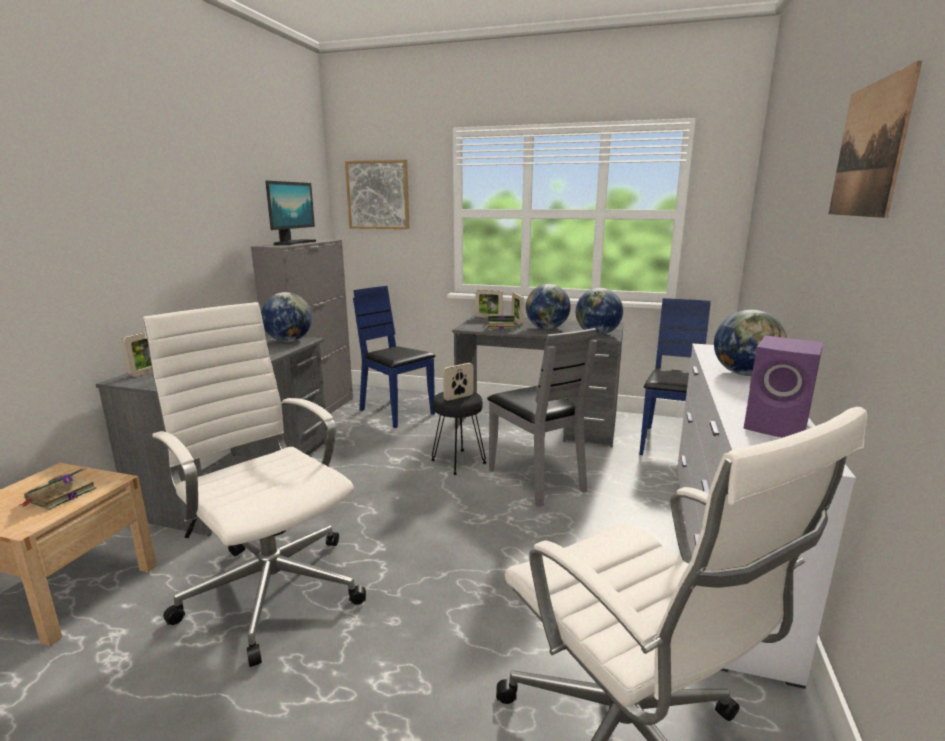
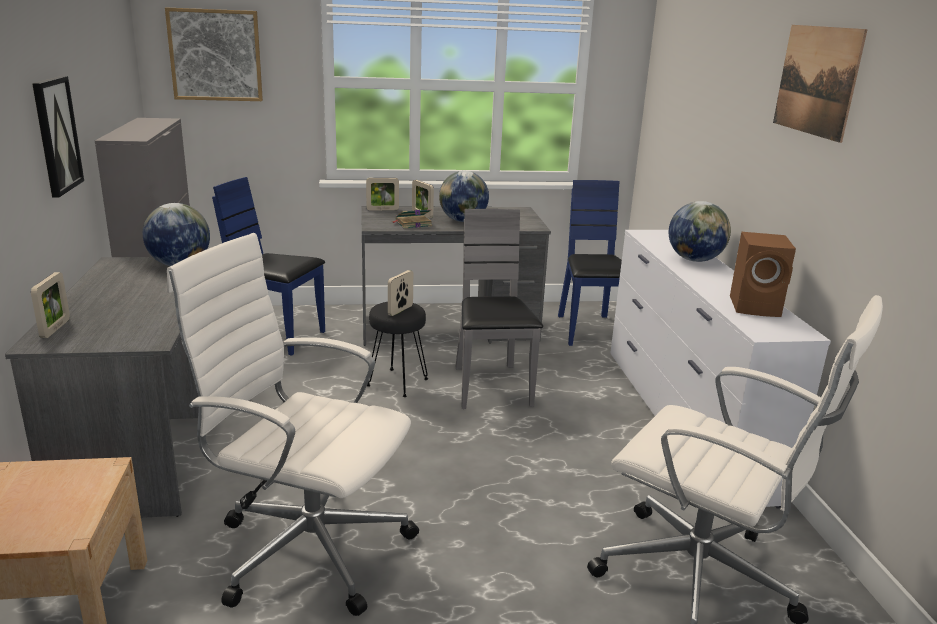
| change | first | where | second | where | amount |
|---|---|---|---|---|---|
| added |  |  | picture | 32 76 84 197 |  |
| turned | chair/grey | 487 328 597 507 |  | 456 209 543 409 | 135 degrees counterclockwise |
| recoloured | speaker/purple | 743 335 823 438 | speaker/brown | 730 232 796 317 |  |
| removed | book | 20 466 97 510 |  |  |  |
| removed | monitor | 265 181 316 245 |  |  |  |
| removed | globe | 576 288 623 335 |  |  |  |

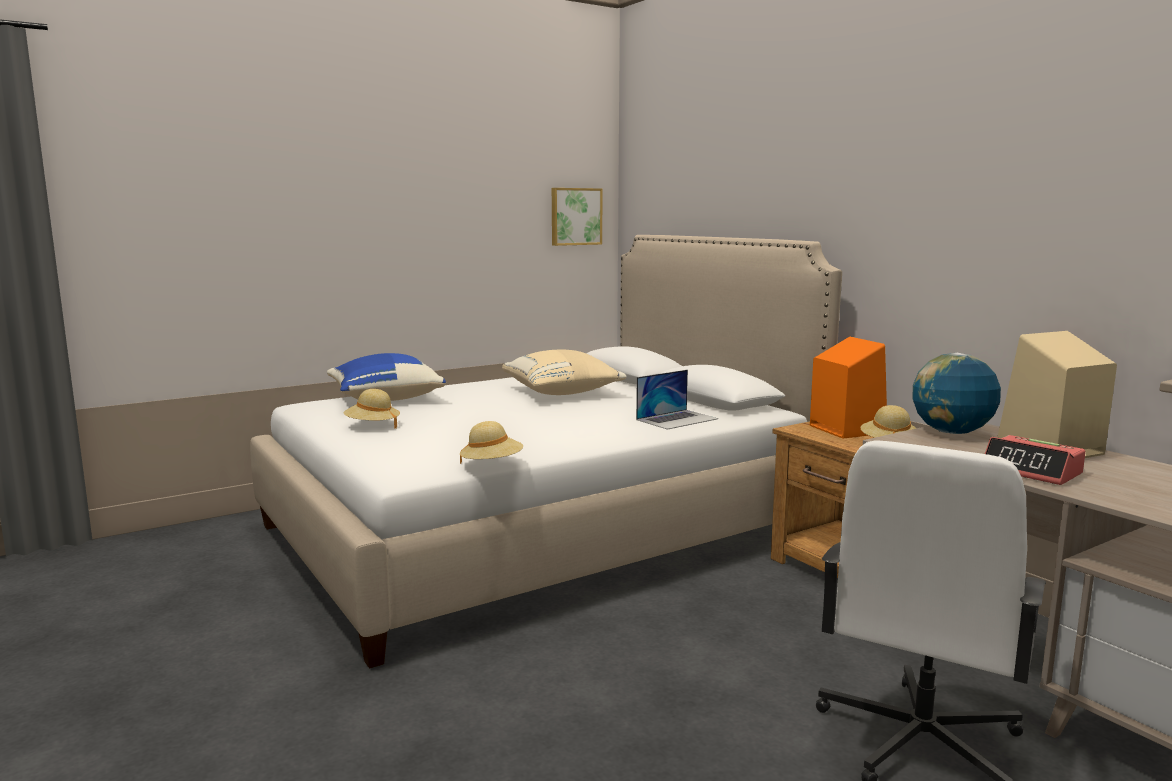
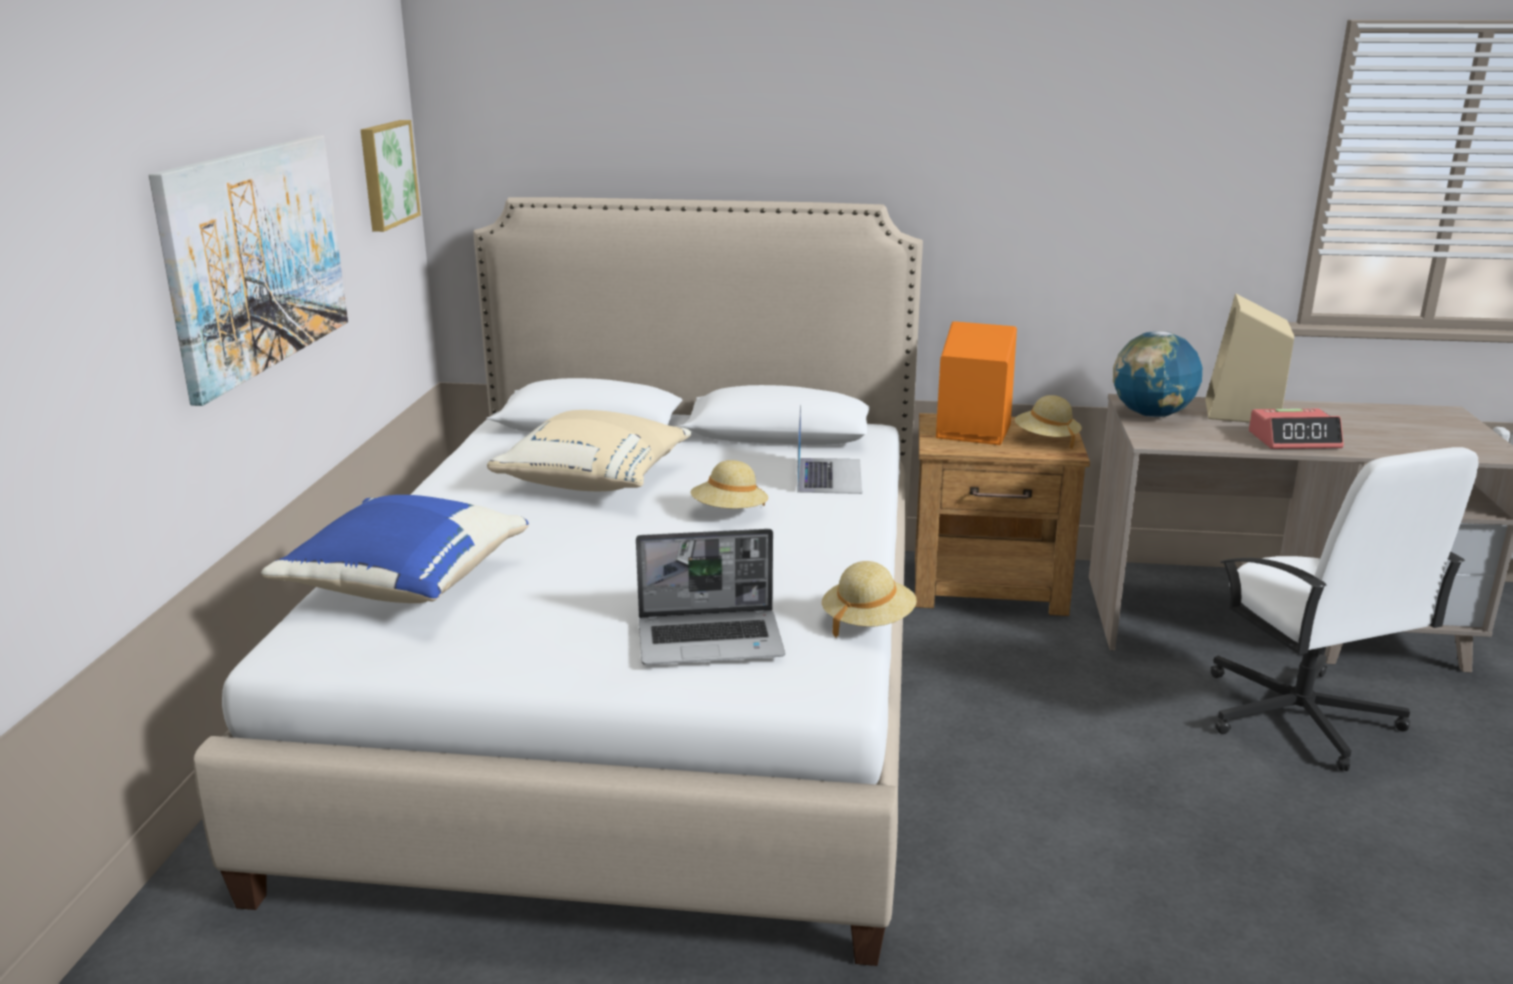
| change | first | where | second | where | amount |
|---|---|---|---|---|---|
| added |  |  | picture | 149 135 348 406 |  |
| added |  |  | laptop | 636 529 785 665 |  |
| moved | hat/beige | 344 389 400 429 |  | 690 460 768 509 |  |

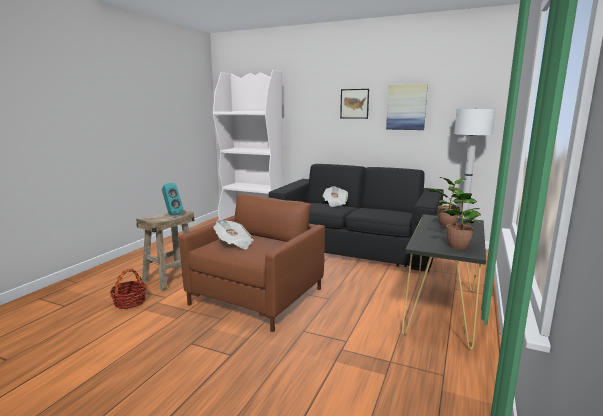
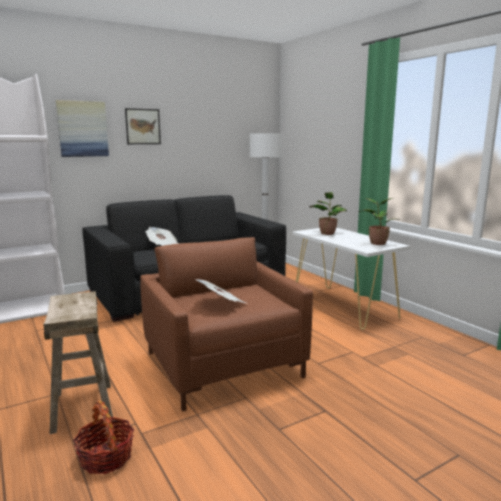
| change | first | where | second | where | amount |
|---|---|---|---|---|---|
| moved | picture | 386 84 428 130 |  | 56 100 109 157 |  |
| recoloured | console table/black | 402 214 486 350 | console table/white | 292 228 410 330 |  |
| removed | speaker/turquoise | 162 183 183 216 |  |  |  |

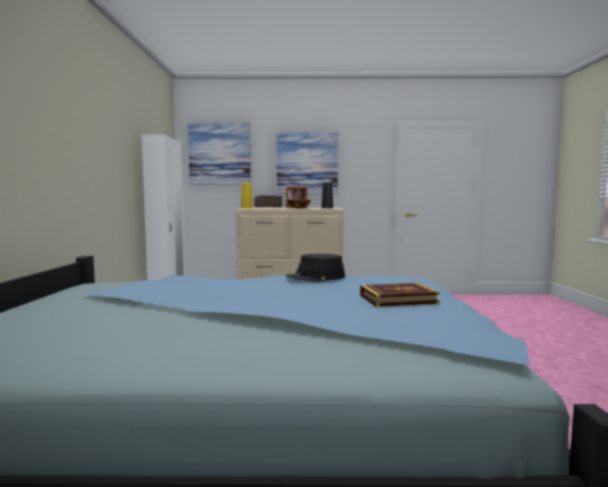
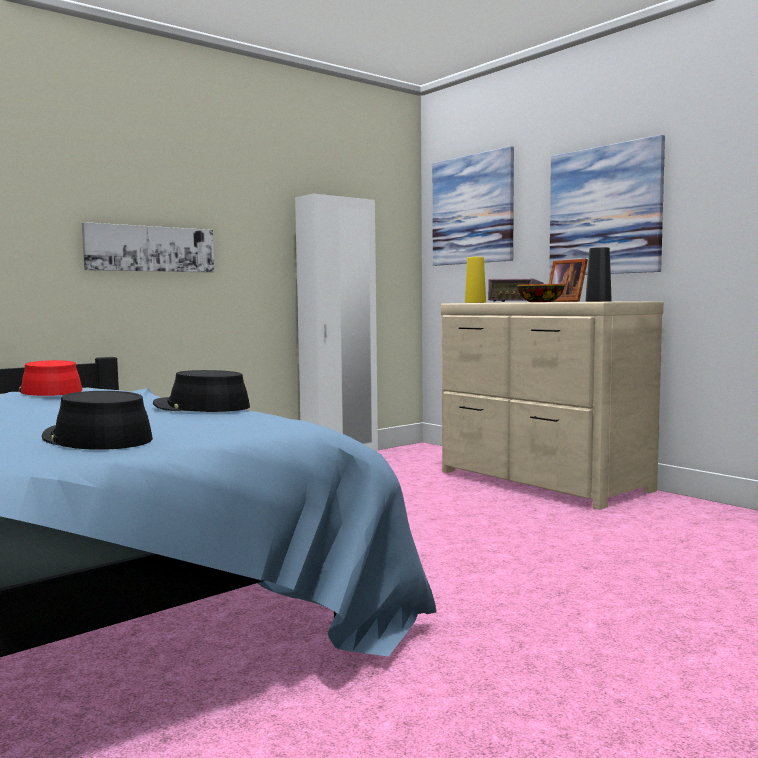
| change | first | where | second | where | amount |
|---|---|---|---|---|---|
| added |  |  | hat/red | 19 360 82 396 |  |
| replaced | book | 360 283 440 307 | hat/black | 42 391 153 450 |  |
| added |  |  | picture | 82 222 214 273 |  |

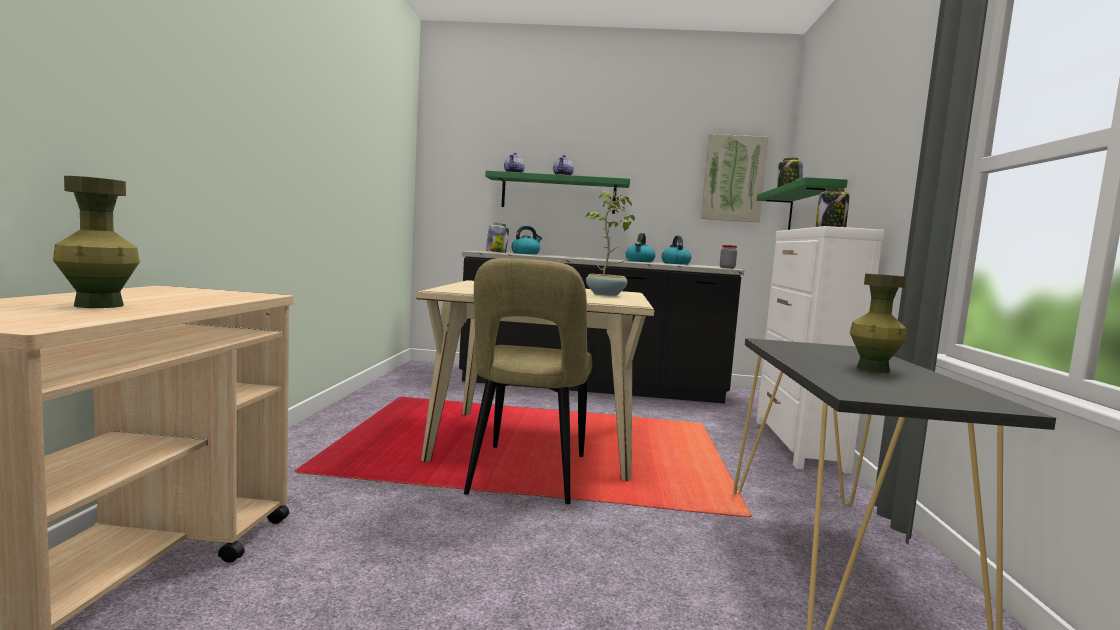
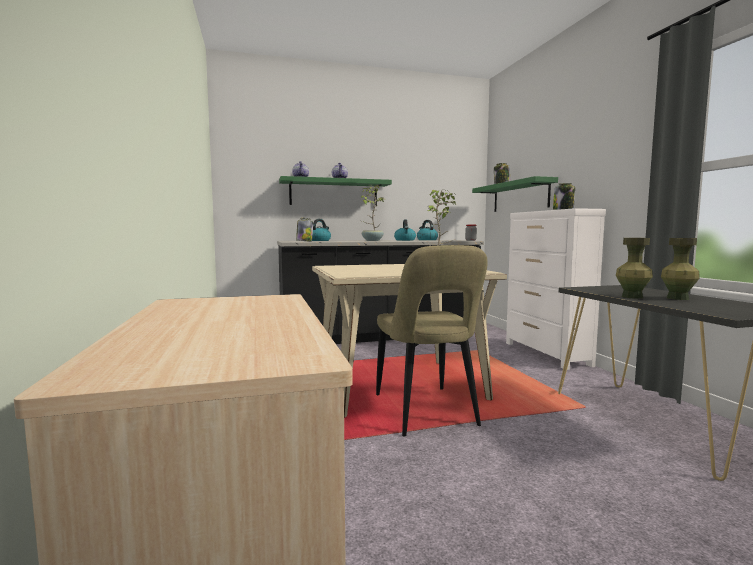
| change | first | where | second | where | amount |
|---|---|---|---|---|---|
| added |  |  | potted plant | 361 185 384 241 |  |
| moved | vase/green | 53 176 140 308 |  | 616 238 653 299 |  |
| removed | picture | 701 134 768 222 |  |  |  |

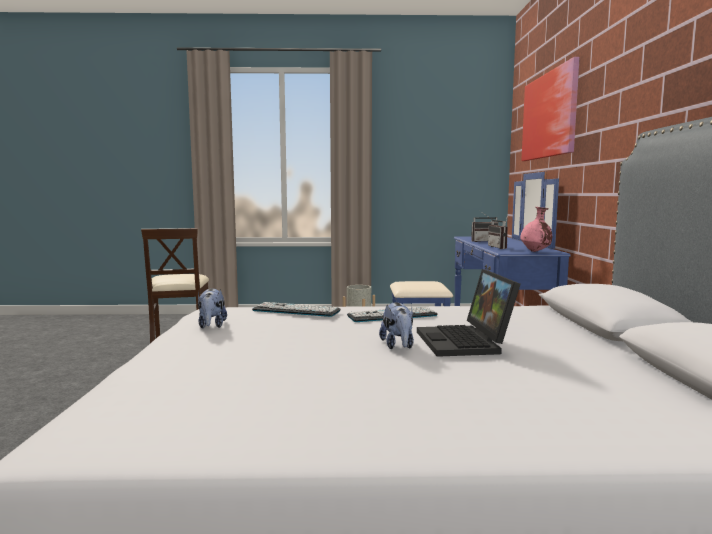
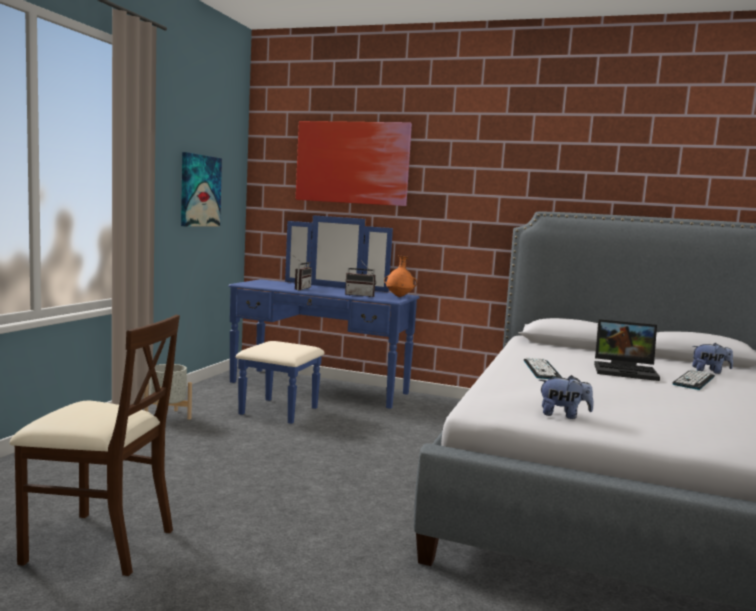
| change | first | where | second | where | amount |
|---|---|---|---|---|---|
| added |  |  | picture | 181 152 222 227 |  |
| recoloured | vase/pink | 520 207 552 252 | vase/orange | 384 256 417 297 |  |
| moved | keyboard | 252 302 341 317 |  | 672 370 715 390 |  |
| moved | plush toy | 379 302 414 349 |  | 692 343 733 374 |  |

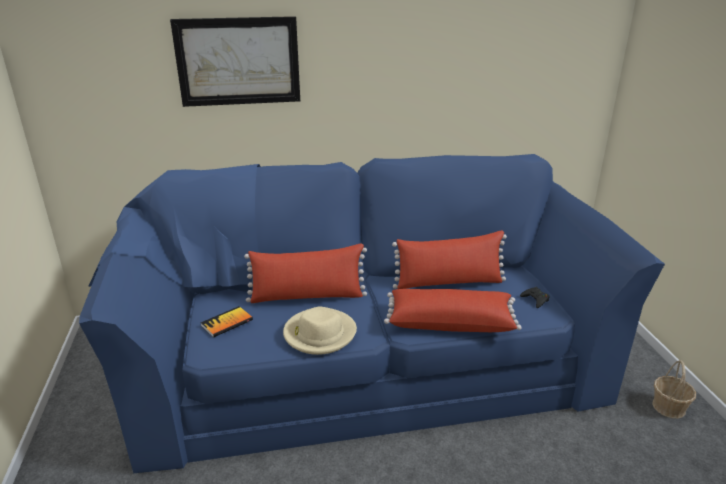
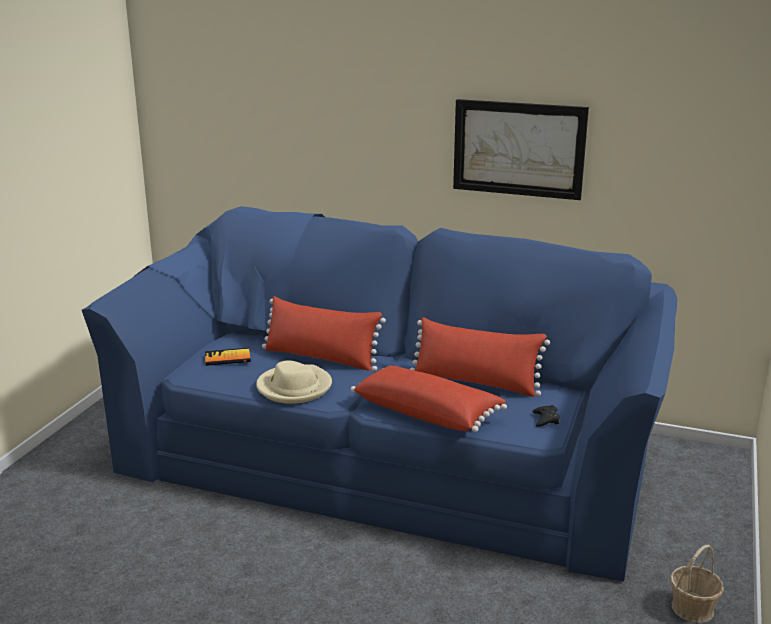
| change | first | where | second | where | amount |
|---|---|---|---|---|---|
| moved | picture | 170 16 300 107 |  | 453 99 589 200 |  |

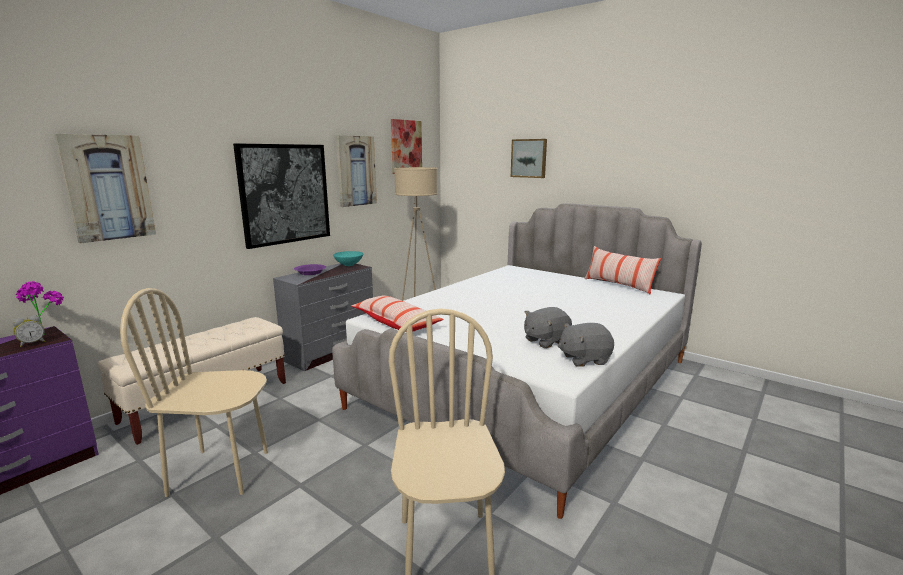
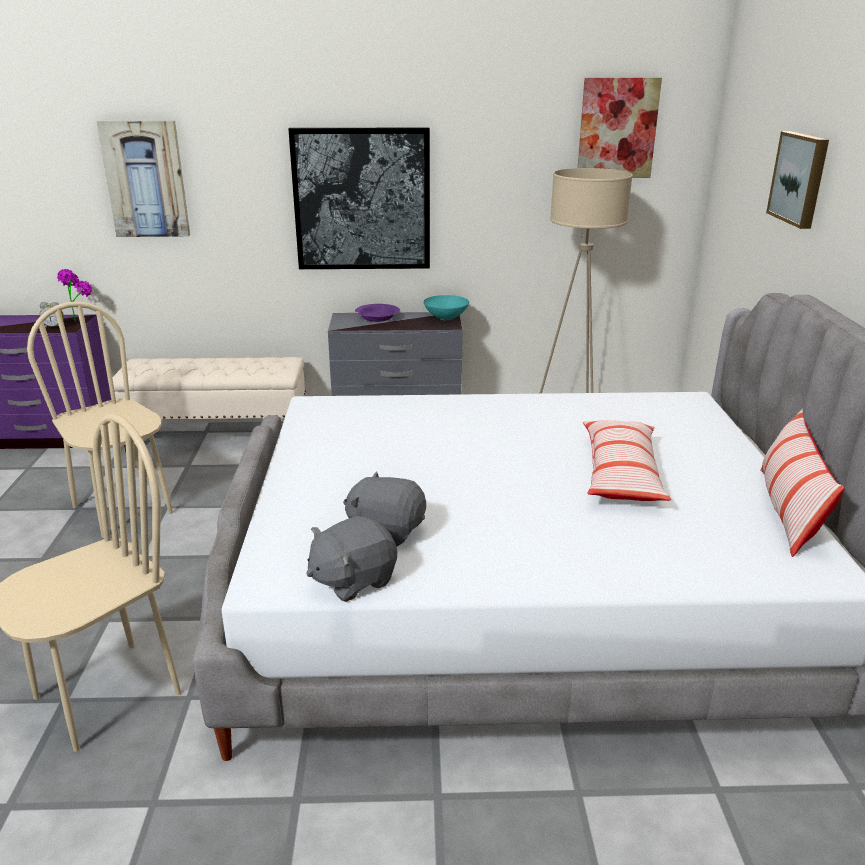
| change | first | where | second | where | amount |
|---|---|---|---|---|---|
| turned | plush toy/grey | 558 323 614 367 |  | 306 516 397 602 | 75 degrees counterclockwise |
| moved | pillow | 352 295 444 331 |  | 583 420 671 501 |  |
| removed | picture | 336 135 377 207 |  |  |  |

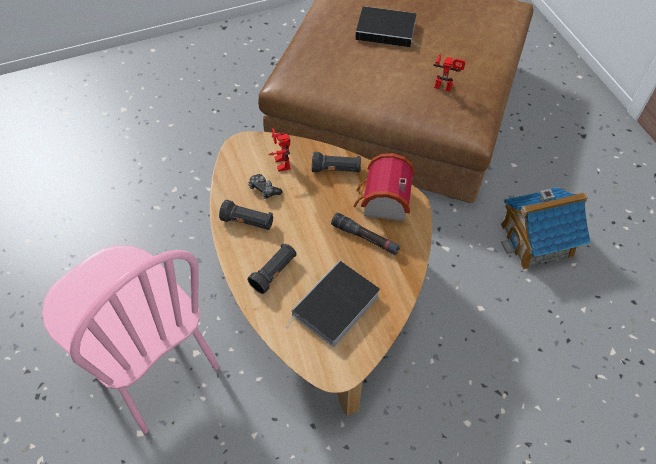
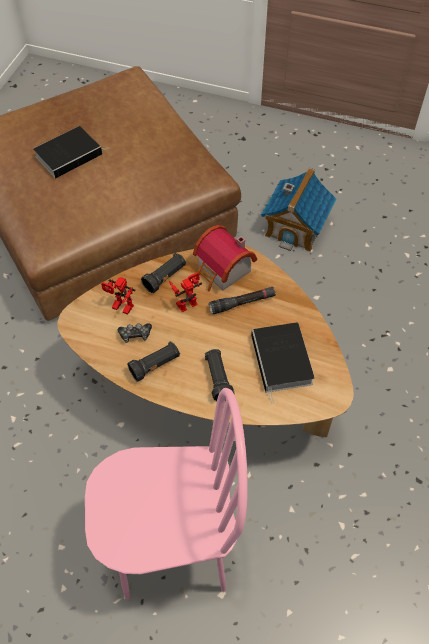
| change | first | where | second | where | amount |
|---|---|---|---|---|---|
| moved | toy robot | 433 54 465 92 |  | 169 273 202 312 |  |

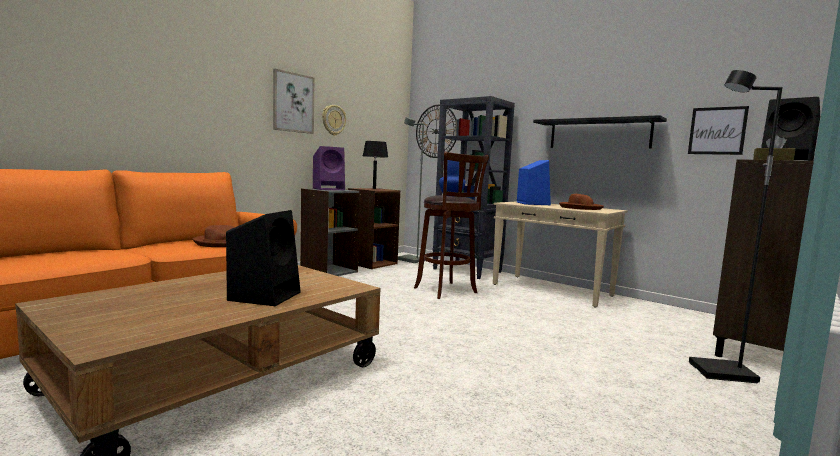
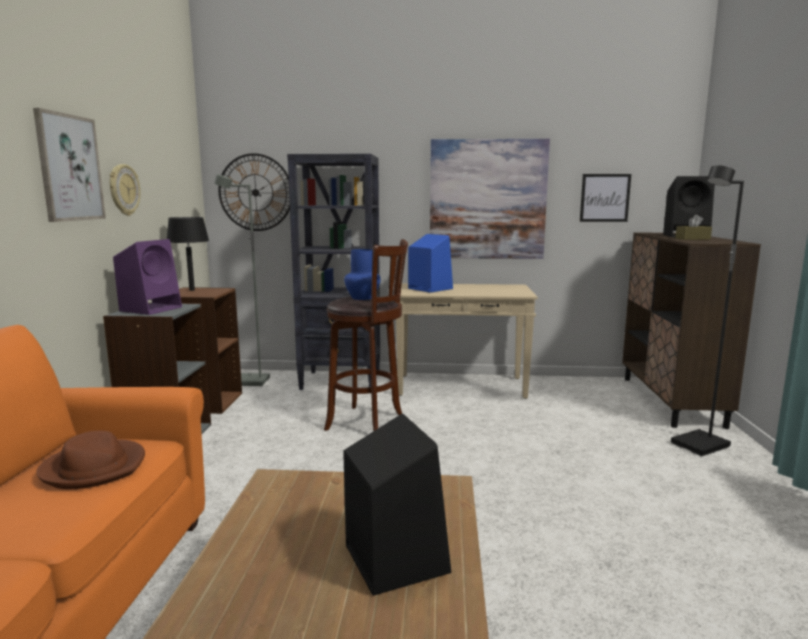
| change | first | where | second | where | amount |
|---|---|---|---|---|---|
| replaced | shelf/black | 533 115 667 148 | picture | 430 139 550 259 |  |
| removed | hat/brown | 559 194 604 210 |  |  |  |

